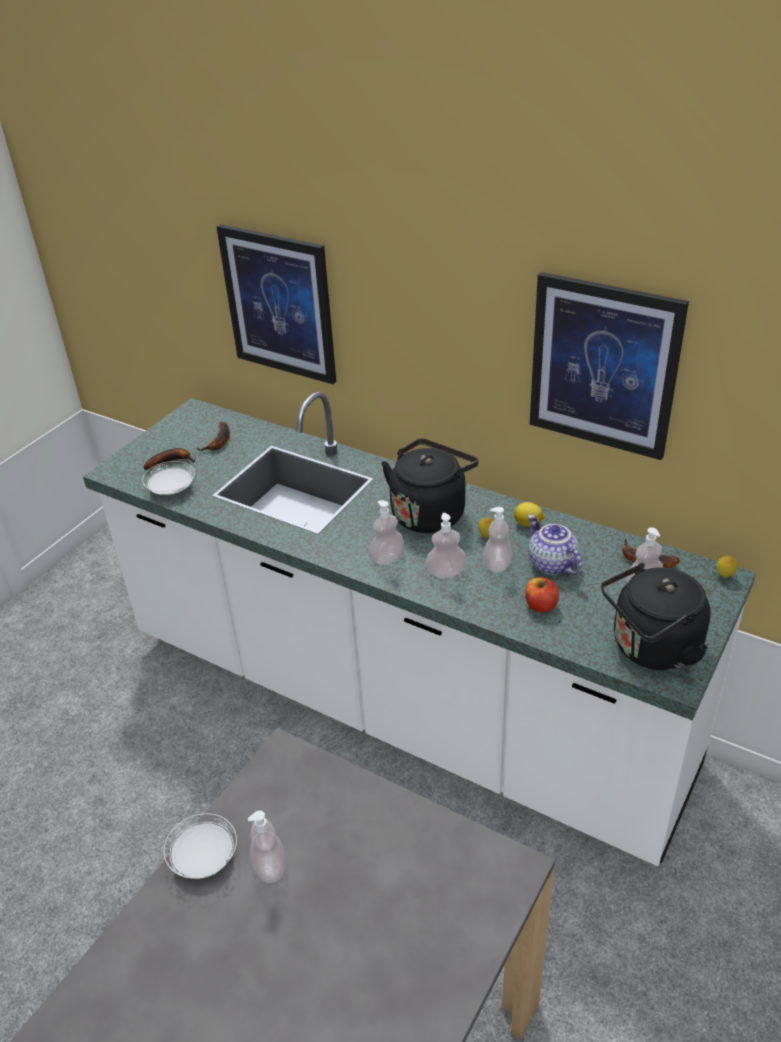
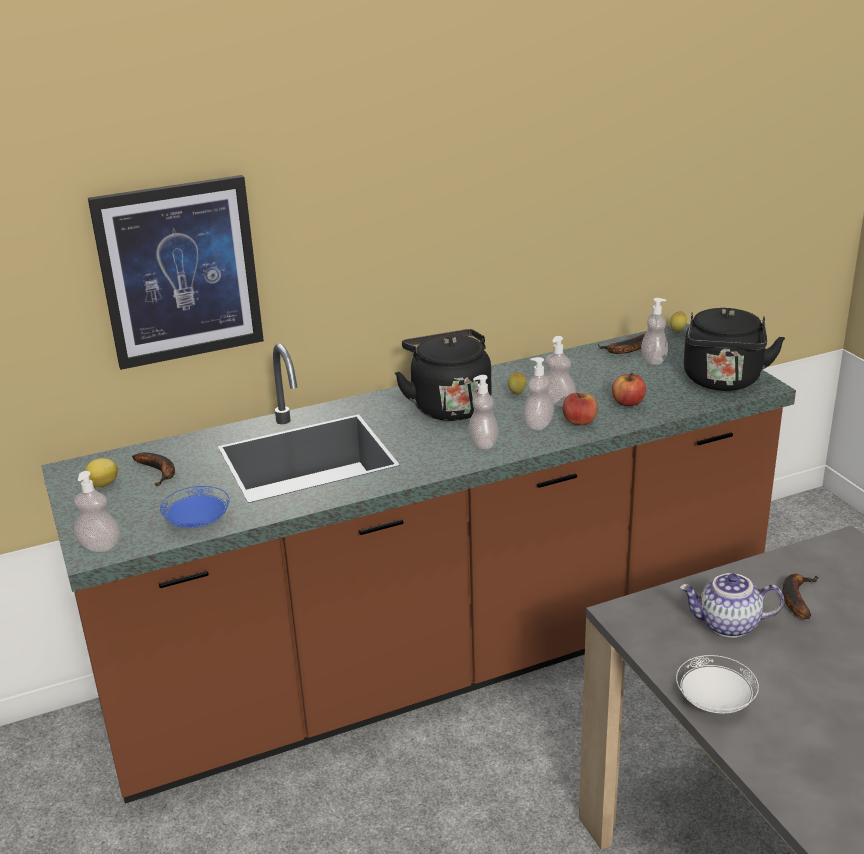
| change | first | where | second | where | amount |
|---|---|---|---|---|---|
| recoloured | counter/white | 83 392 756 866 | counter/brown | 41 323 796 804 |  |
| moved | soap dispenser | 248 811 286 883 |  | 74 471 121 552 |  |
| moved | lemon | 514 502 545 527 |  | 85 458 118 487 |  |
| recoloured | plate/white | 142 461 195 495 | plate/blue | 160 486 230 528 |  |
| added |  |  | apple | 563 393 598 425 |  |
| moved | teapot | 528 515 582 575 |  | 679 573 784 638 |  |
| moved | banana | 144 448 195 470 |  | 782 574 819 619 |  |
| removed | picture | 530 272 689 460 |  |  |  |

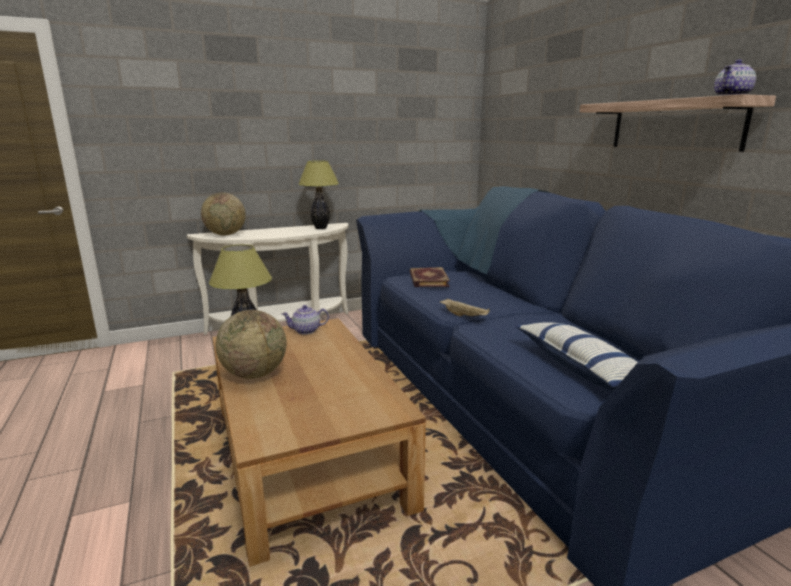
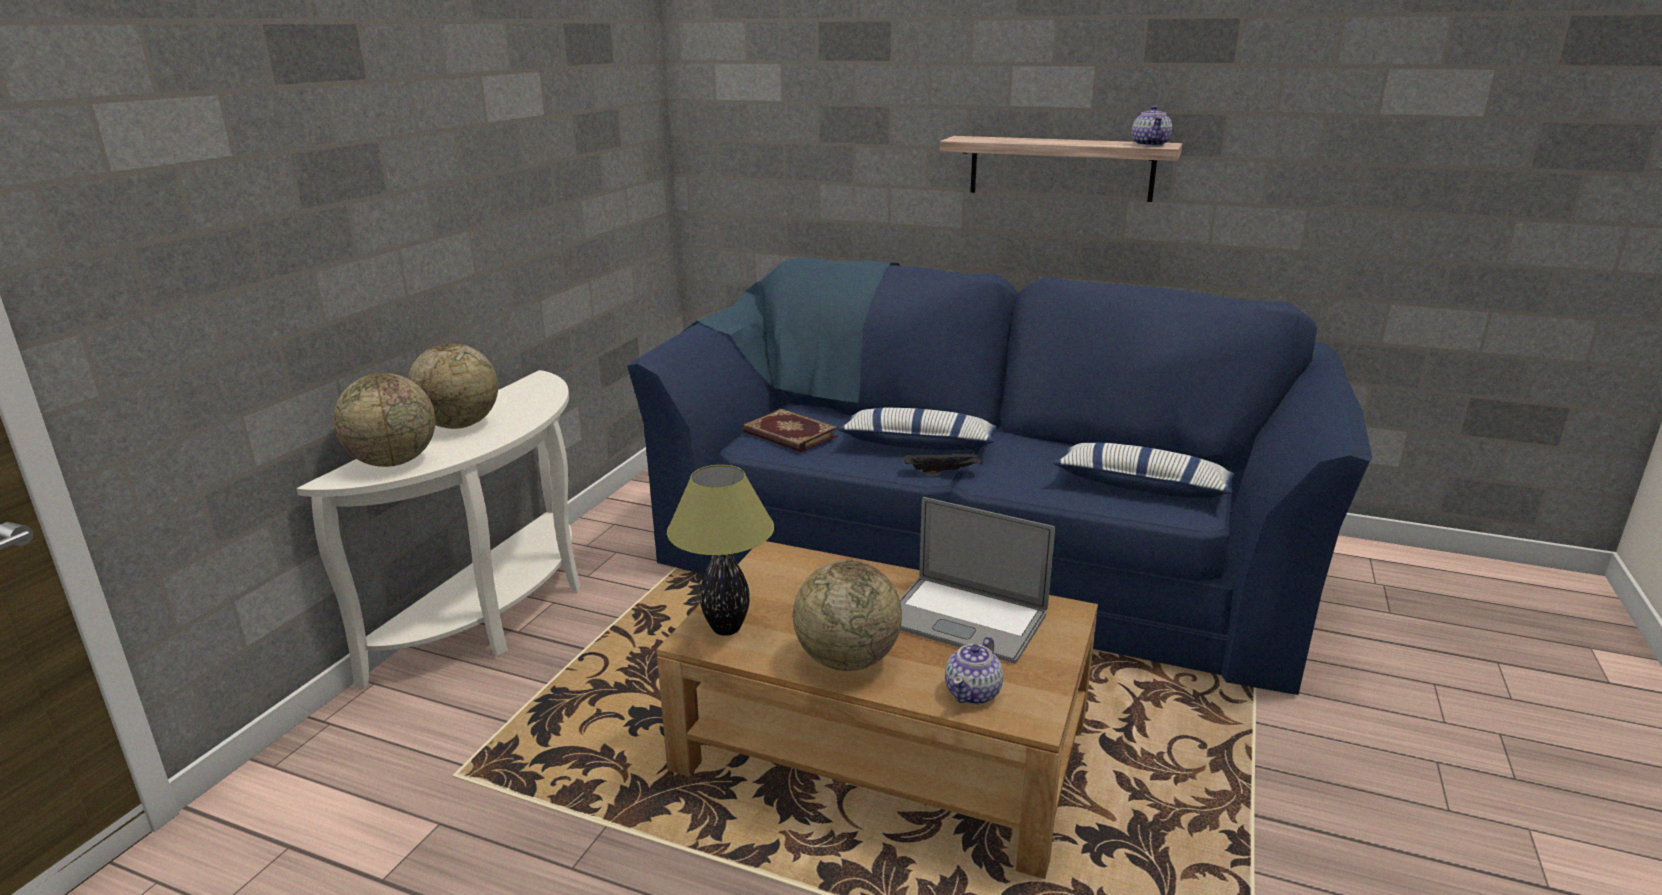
| change | first | where | second | where | amount |
|---|---|---|---|---|---|
| added |  |  | globe | 408 343 498 429 |  |
| added |  |  | pillow | 838 408 997 450 |  |
| added |  |  | laptop | 900 497 1055 664 |  |
| recoloured | tray/beige | 440 299 490 316 | tray/black | 904 451 982 474 |  |
| moved | teapot | 282 305 329 335 |  | 945 636 1003 705 |  |
| removed | table lamp | 298 161 339 229 |  |  |  |

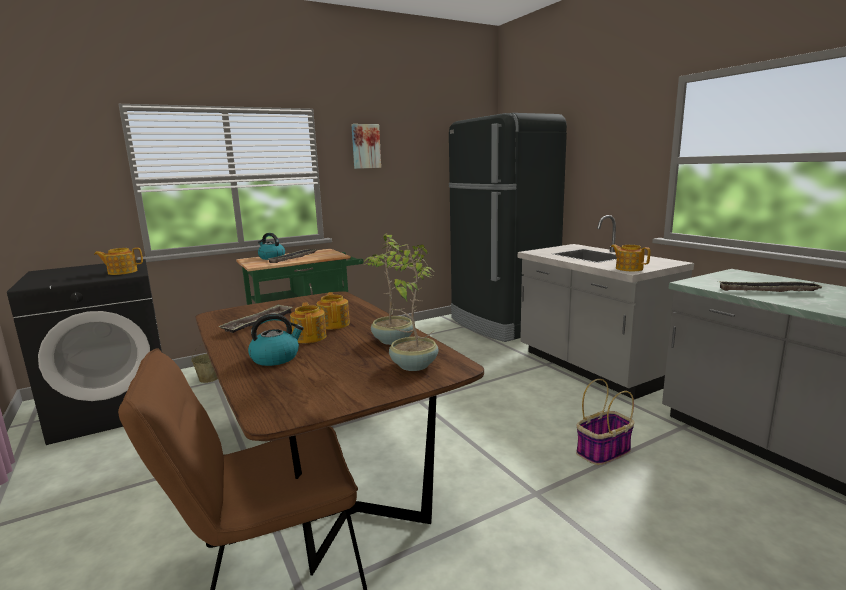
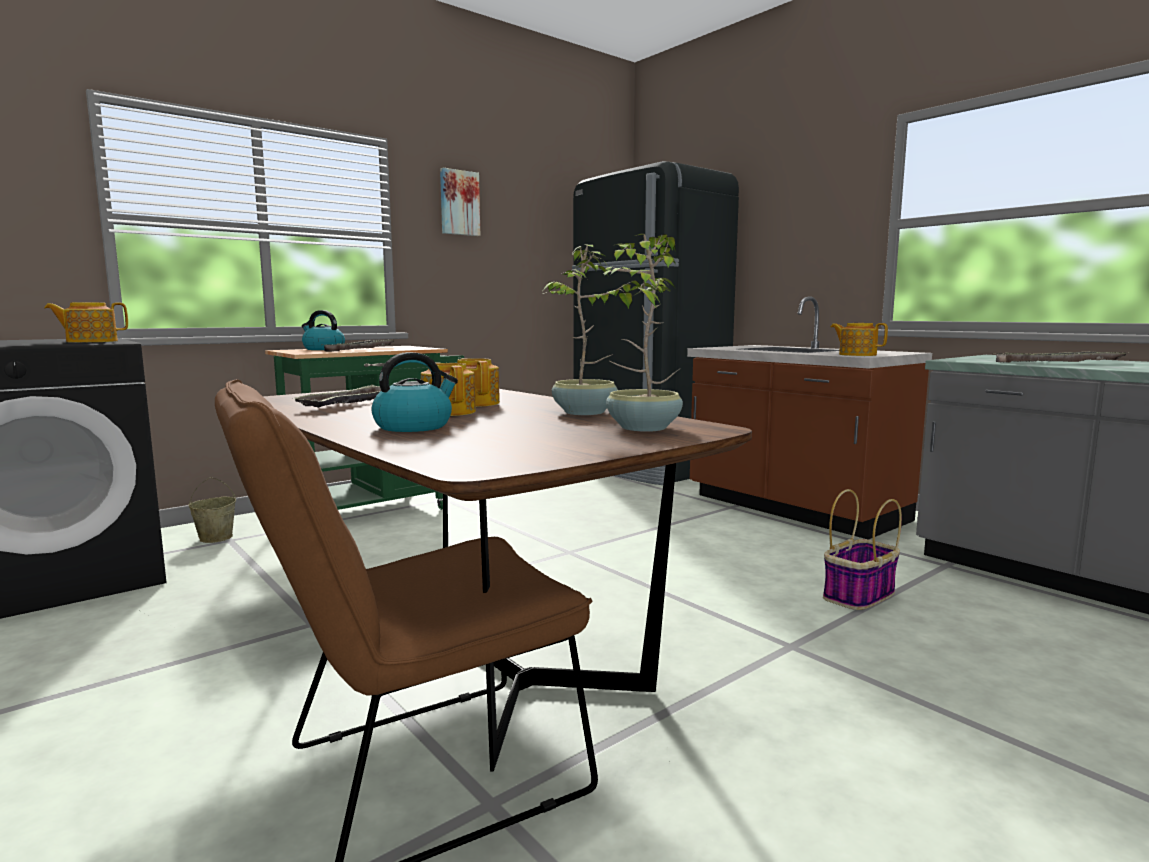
| change | first | where | second | where | amount |
|---|---|---|---|---|---|
| recoloured | counter/grey | 518 215 694 400 | counter/brown | 687 297 932 540 |  |

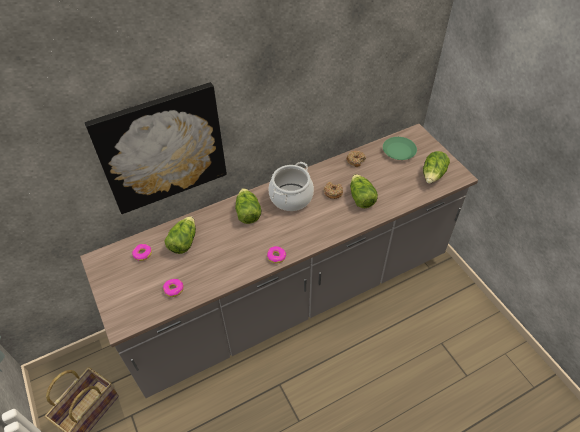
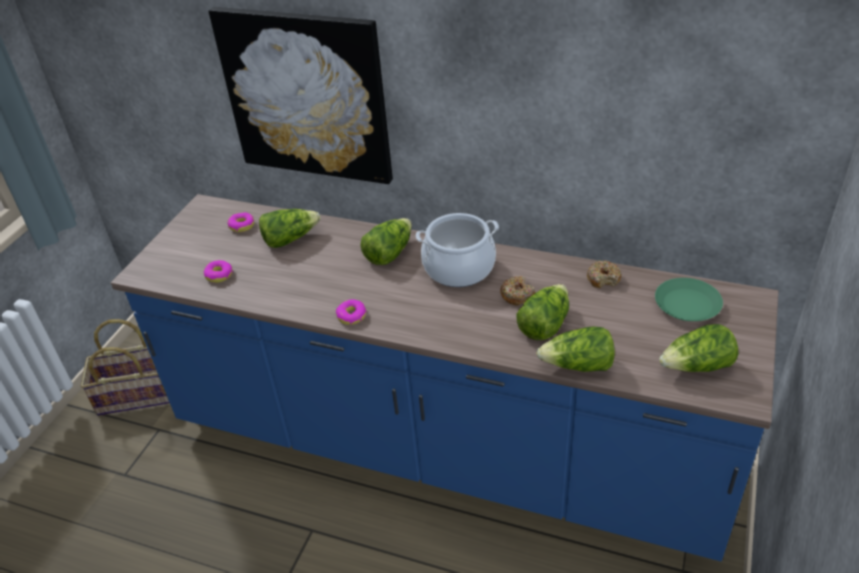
| change | first | where | second | where | amount |
|---|---|---|---|---|---|
| recoloured | counter/grey | 80 124 478 398 | counter/blue | 111 194 779 561 |  |
| added |  |  | lettuce | 536 326 615 372 |  |

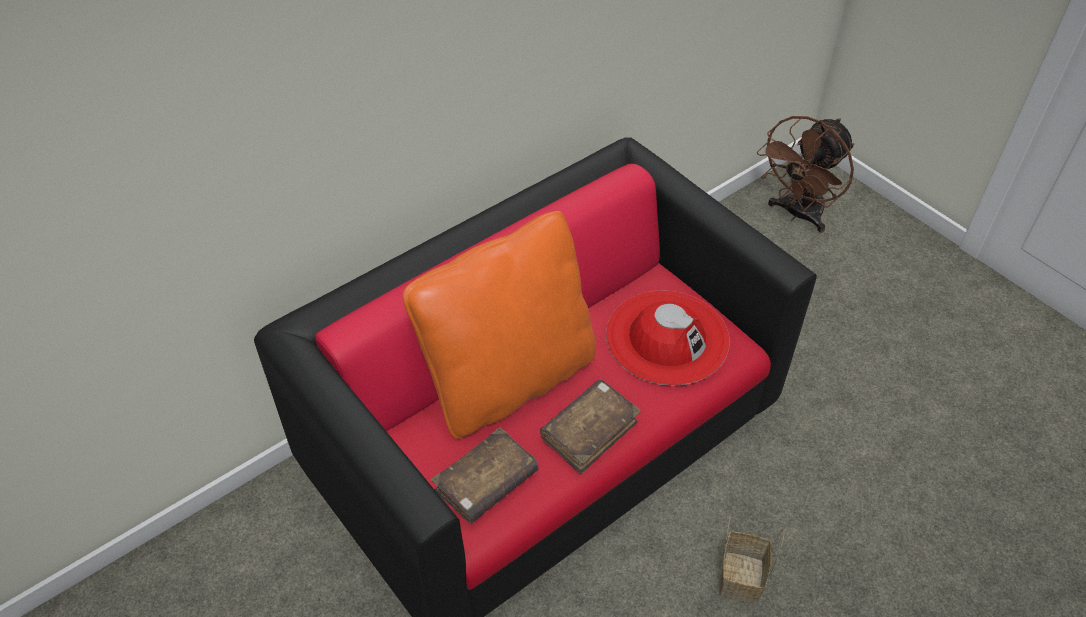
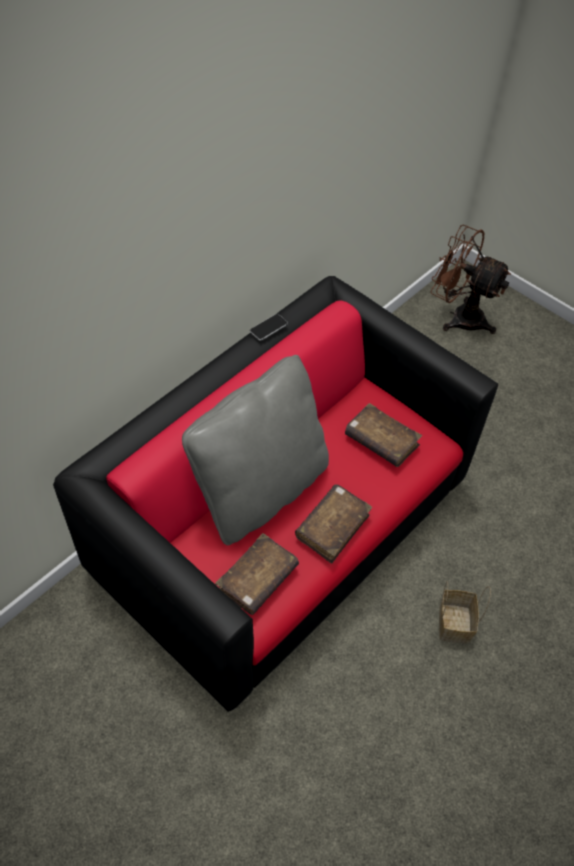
| change | first | where | second | where | amount |
|---|---|---|---|---|---|
| recoloured | pillow/orange | 403 211 596 439 | pillow/grey | 182 355 329 545 |  |
| added |  |  | phone | 250 314 288 341 |  |
| replaced | hat/red | 606 291 729 386 | book/brown | 345 403 422 467 |  |
| turned | fan/brown | 757 116 854 233 |  | 431 225 511 334 | 90 degrees clockwise |

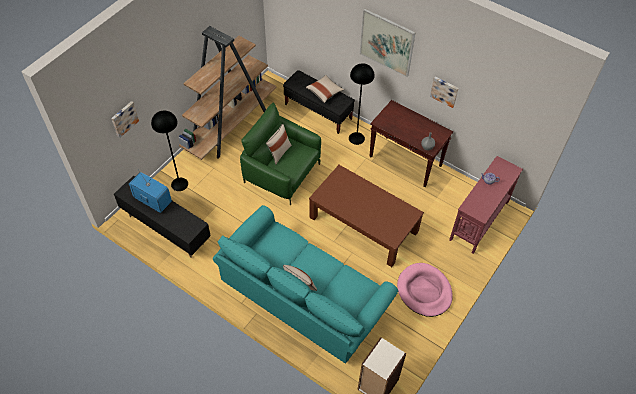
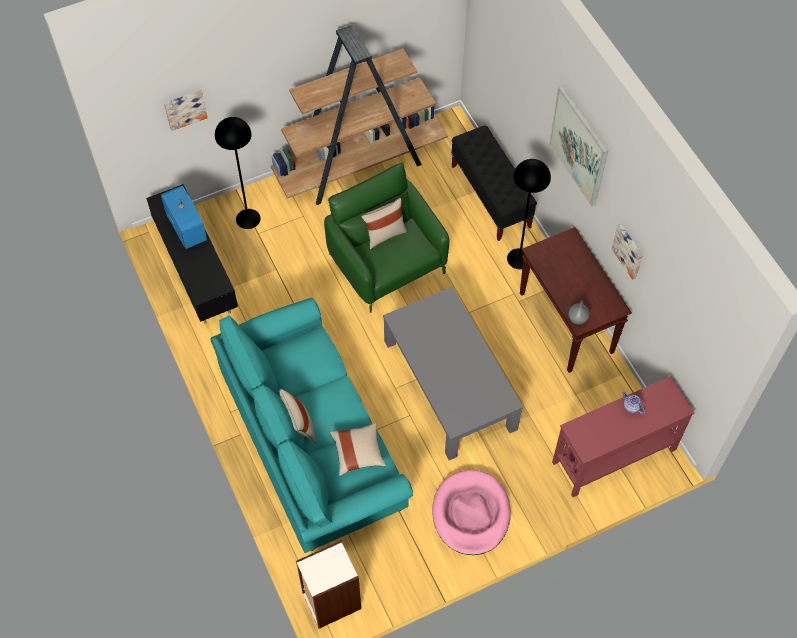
| change | first | where | second | where | amount |
|---|---|---|---|---|---|
| moved | pillow/beige | 306 75 344 103 |  | 330 423 386 476 |  |
| recoloured | coffee table/brown | 309 165 424 267 | coffee table/grey | 383 287 523 460 |  |

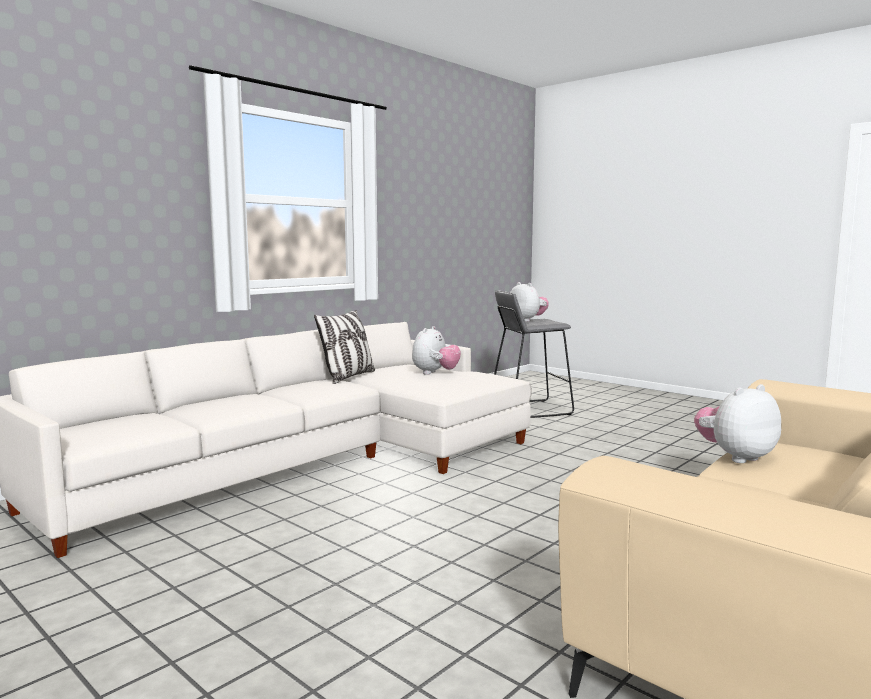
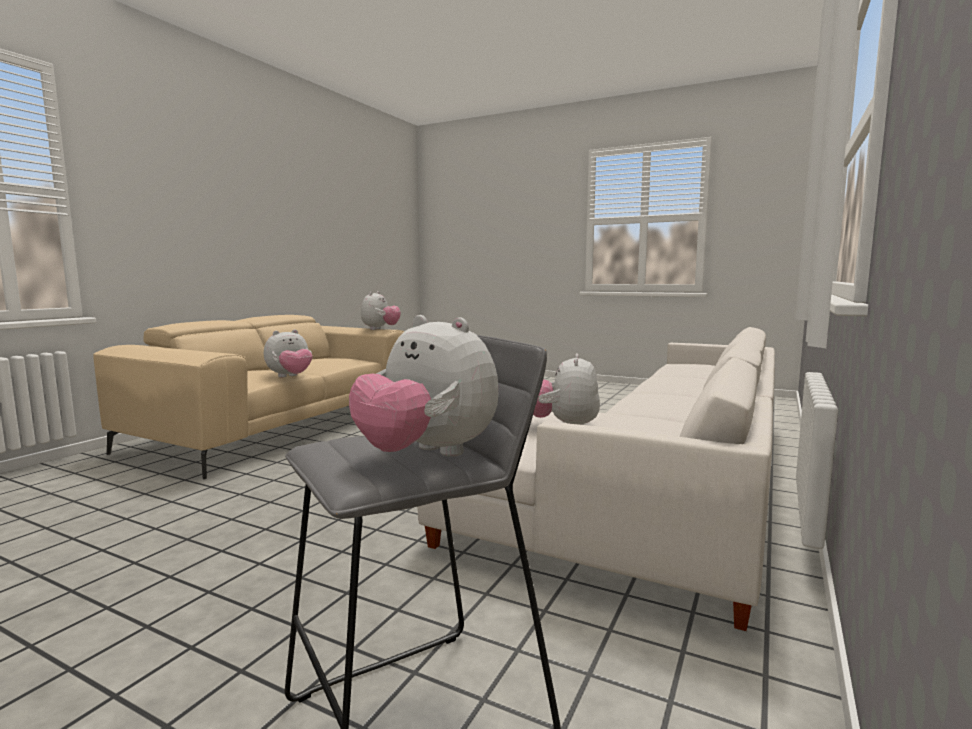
| change | first | where | second | where | amount |
|---|---|---|---|---|---|
| added |  |  | plush toy | 361 291 401 330 |  |
| removed | pillow | 314 310 375 384 |  |  |  |

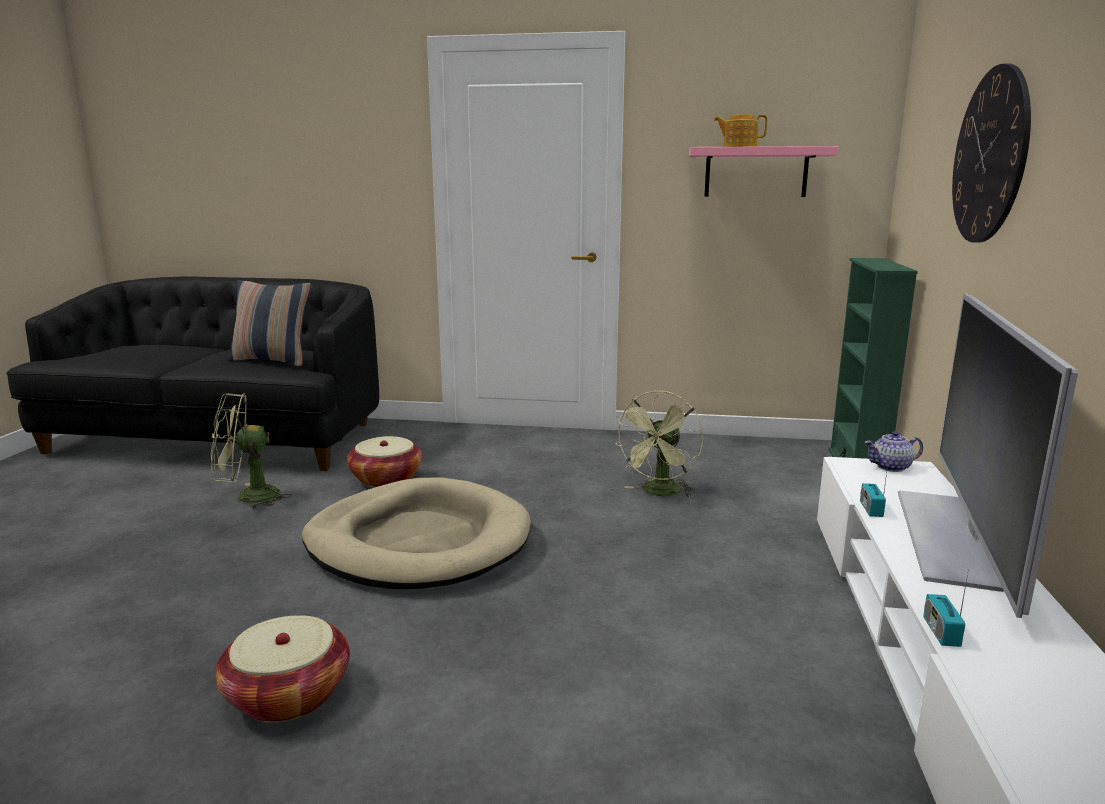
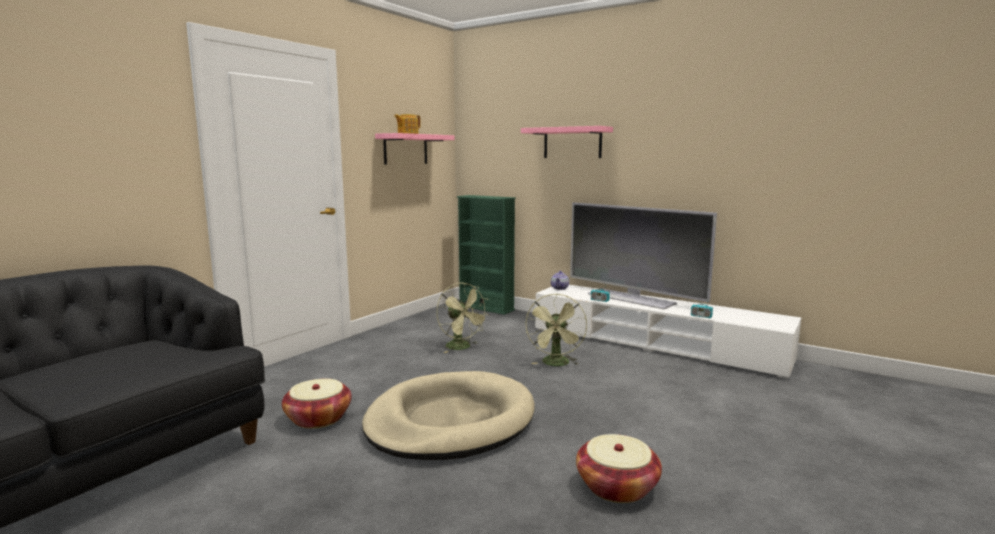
| change | first | where | second | where | amount |
|---|---|---|---|---|---|
| replaced | wall clock | 952 63 1031 243 | shelf/pink | 521 126 613 158 |  |
| moved | fan/green | 211 393 291 510 |  | 525 293 587 366 |  |
| removed | pillow | 228 280 310 367 |  |  |  |

